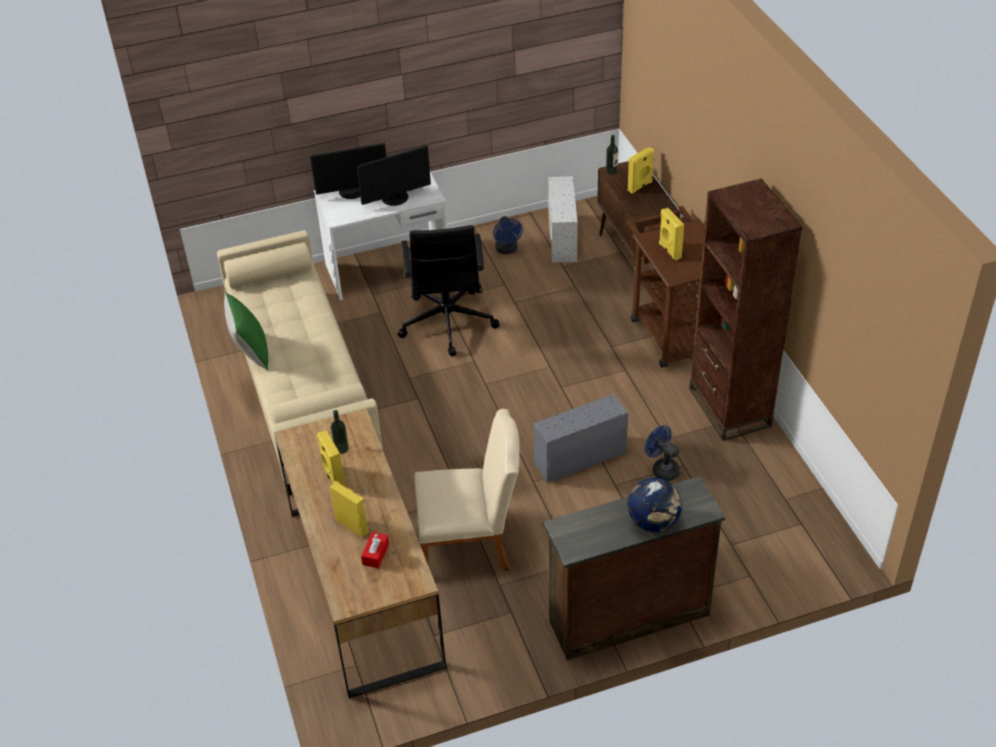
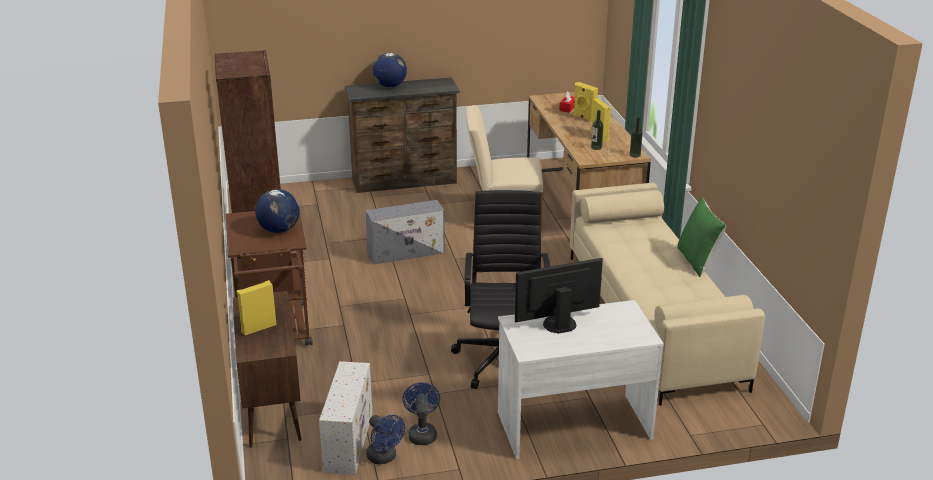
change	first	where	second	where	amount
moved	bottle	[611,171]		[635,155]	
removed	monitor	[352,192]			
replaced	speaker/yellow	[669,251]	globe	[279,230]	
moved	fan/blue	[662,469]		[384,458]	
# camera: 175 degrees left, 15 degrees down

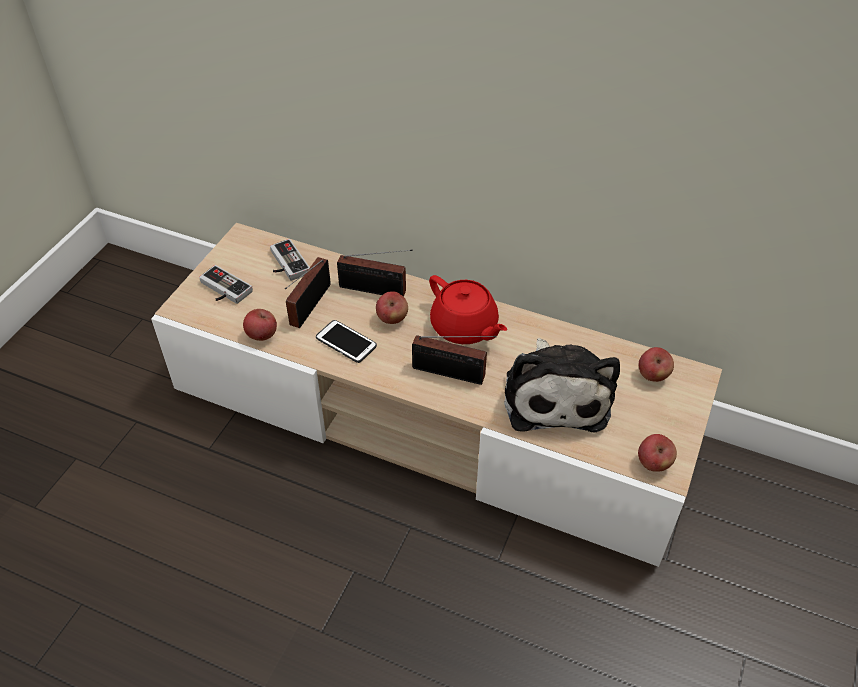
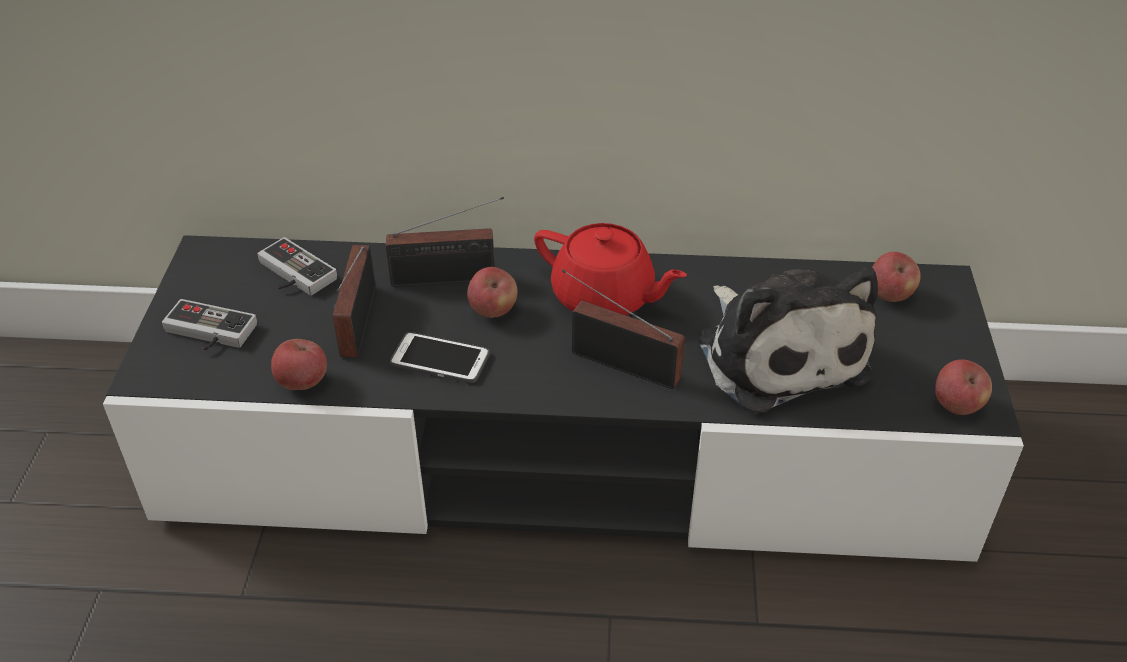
change	first	where	second	where	amount
recoloured	tv stand/beige	[429,417]	tv stand/black	[563,454]	
turned	radio	[452,374]		[620,362]	150 degrees counterclockwise
# camera: 20 degrees left, 5 degrees down

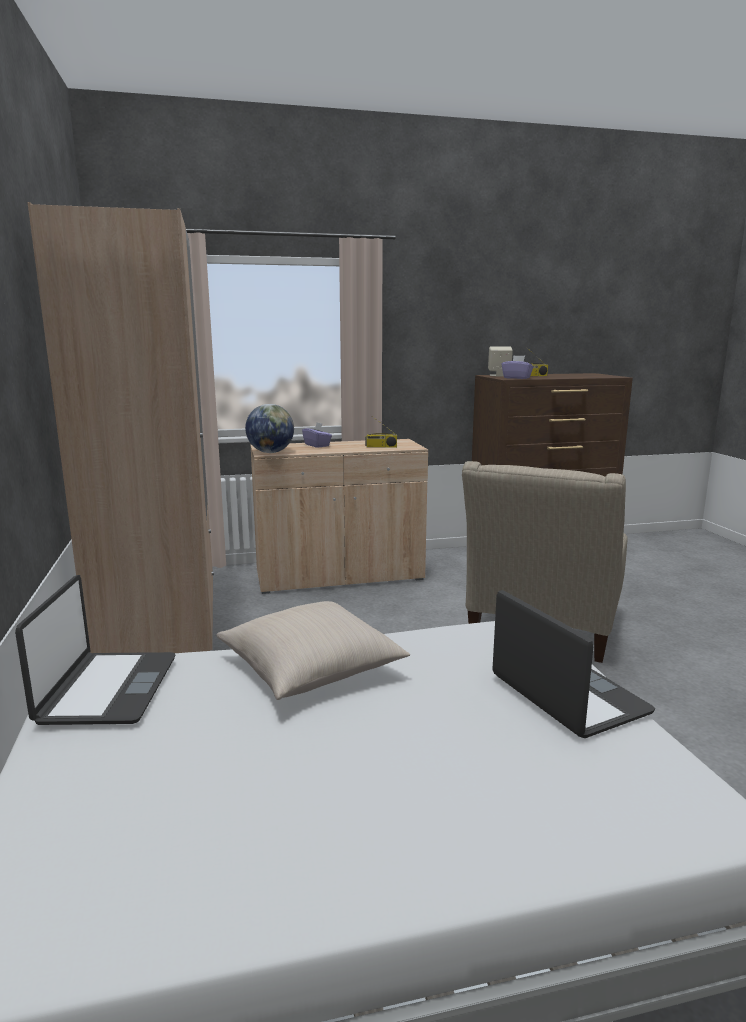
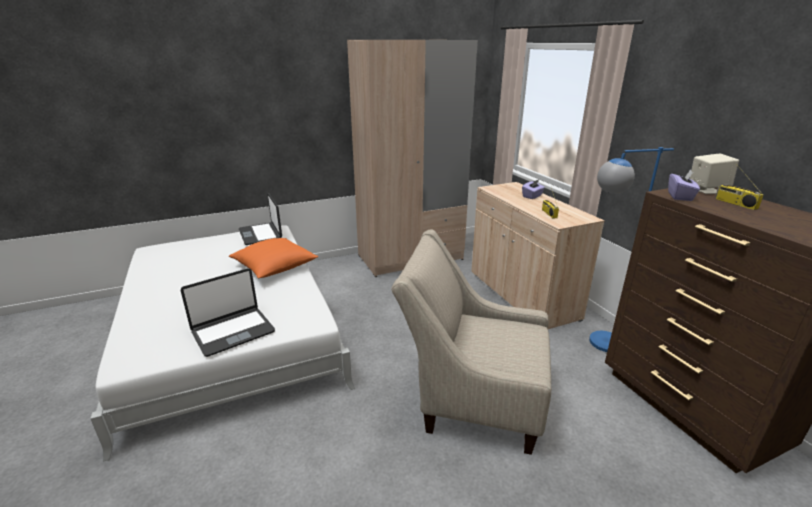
change	first	where	second	where	amount
removed	globe	[271,452]			
turned	laptop	[107,689]		[261,234]	75 degrees clockwise
recoloured	pillow/beige	[310,669]	pillow/orange	[274,267]	
added			floor lamp/blue	[595,344]	
# camera: 80 degrees right, 10 degrees up

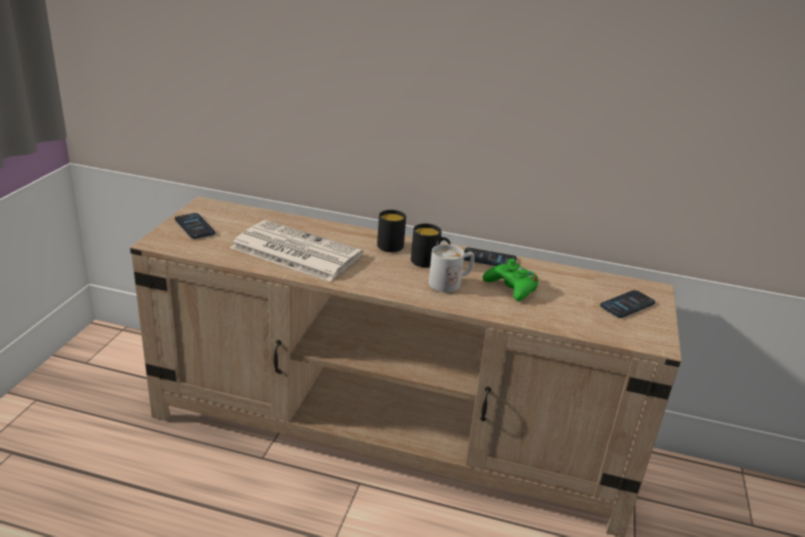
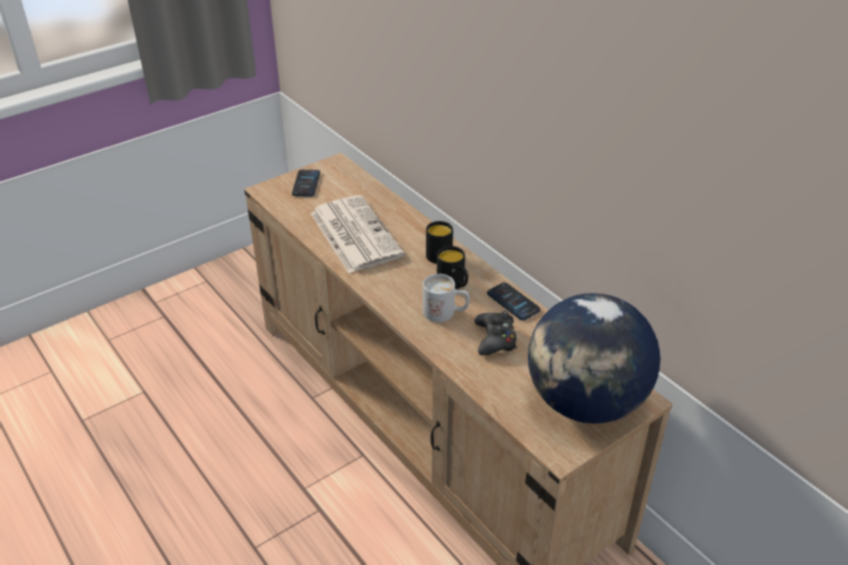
change	first	where	second	where	amount
recoloured	game controller/green	[511,287]	game controller/black	[495,339]	
replaced	phone	[627,305]	globe	[586,403]	
# camera: 40 degrees right, 10 degrees up

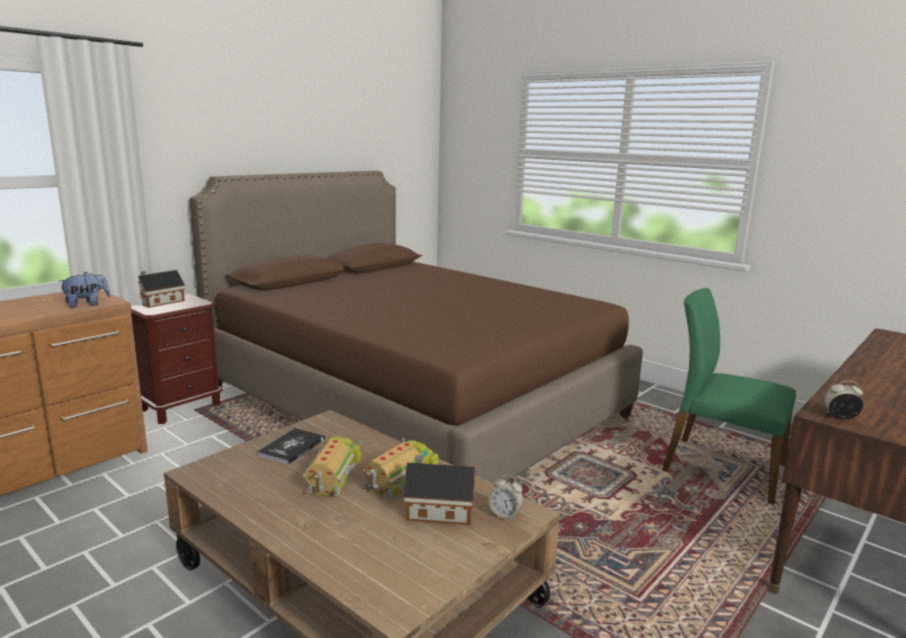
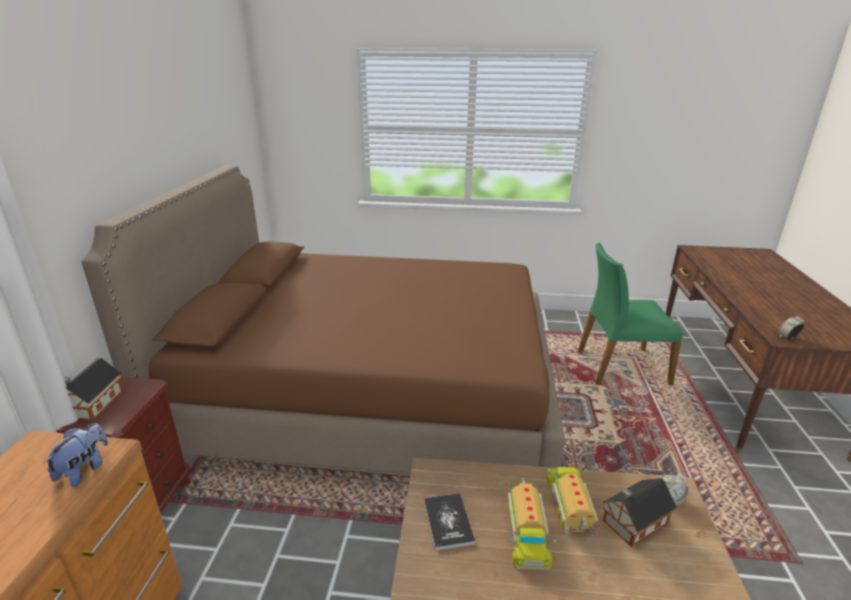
change	first	where	second	where	amount
turned	toy truck	[334,476]		[525,533]	150 degrees counterclockwise
# camera: 35 degrees left, 10 degrees up

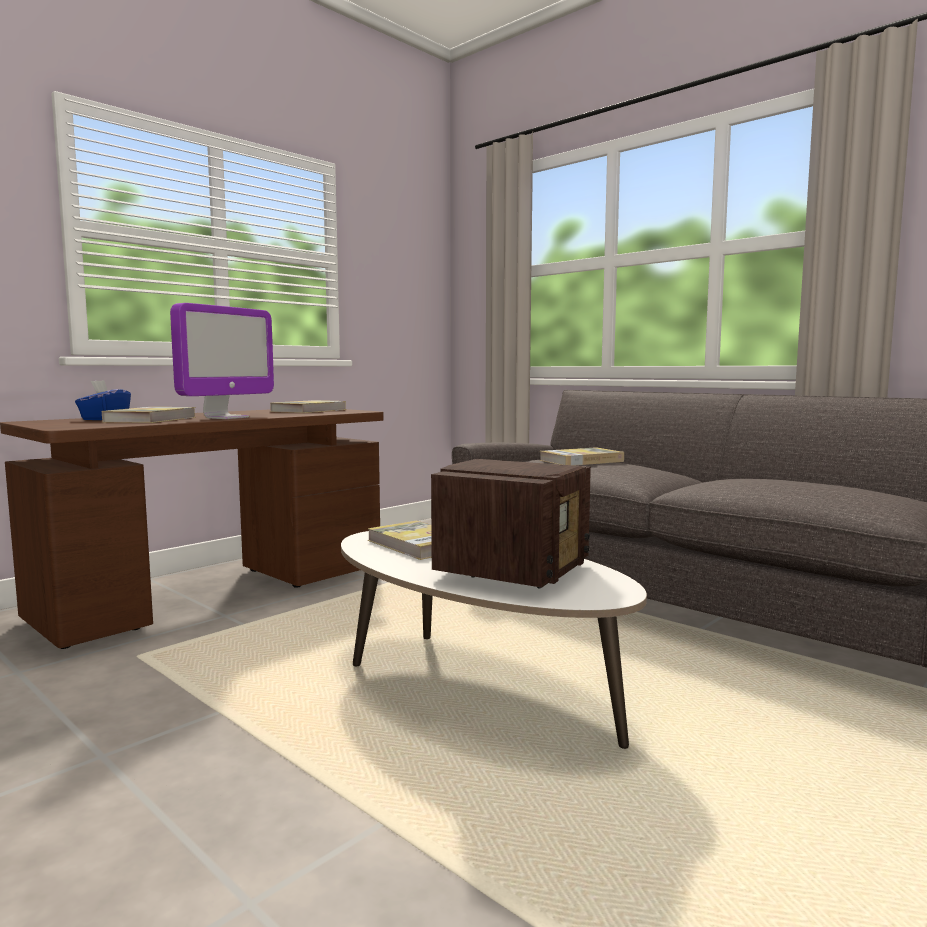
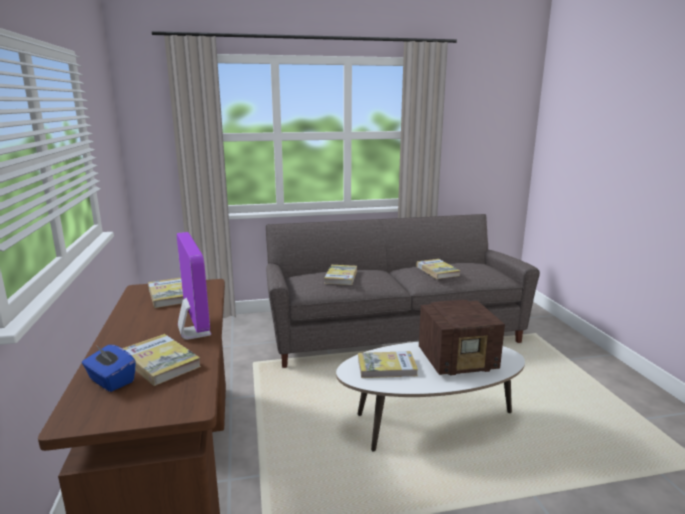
change	first	where	second	where	amount
turned	radio	[515,571]		[458,361]	105 degrees clockwise
added			book	[437,271]	
# camera: 55 degrees left, 10 degrees up

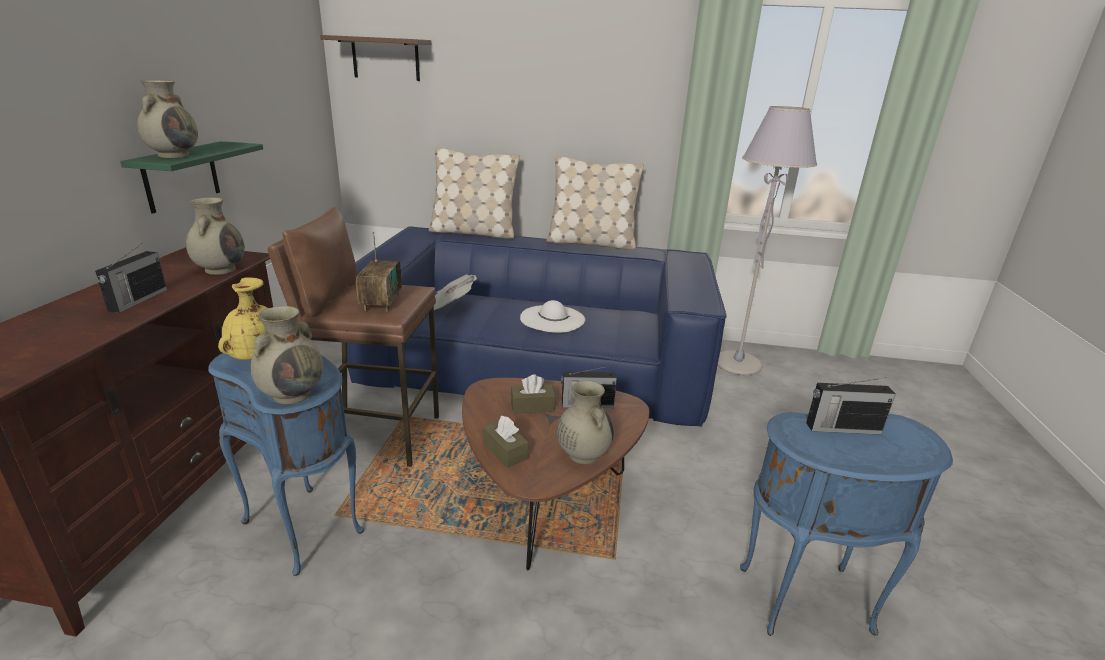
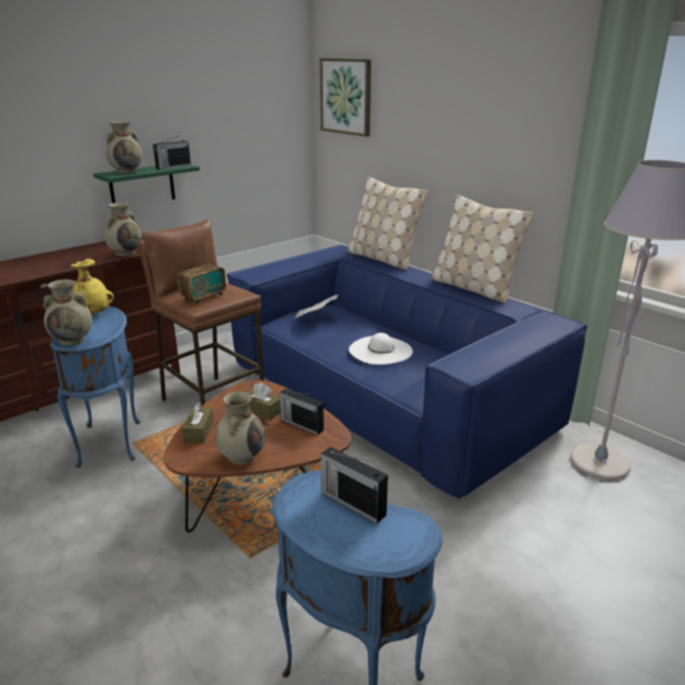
change	first	where	second	where	amount
replaced	shelf/brown	[385,58]	picture	[346,96]	
moved	radio	[137,300]		[172,167]	
# camera: 40 degrees right, 0 degrees up

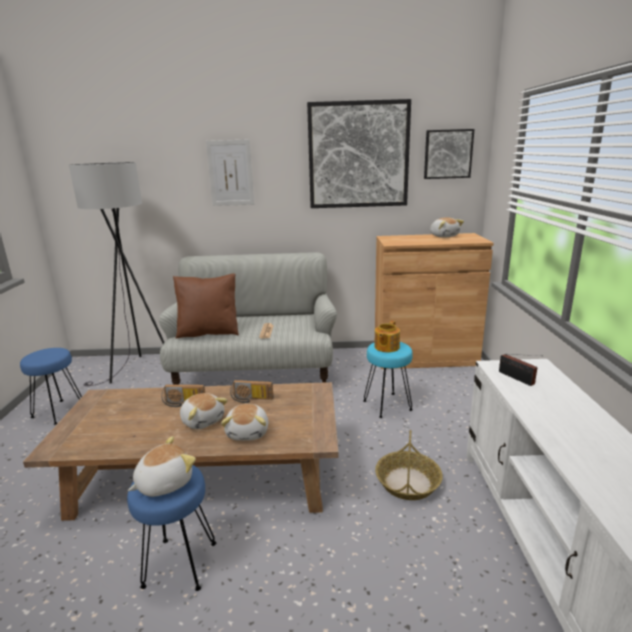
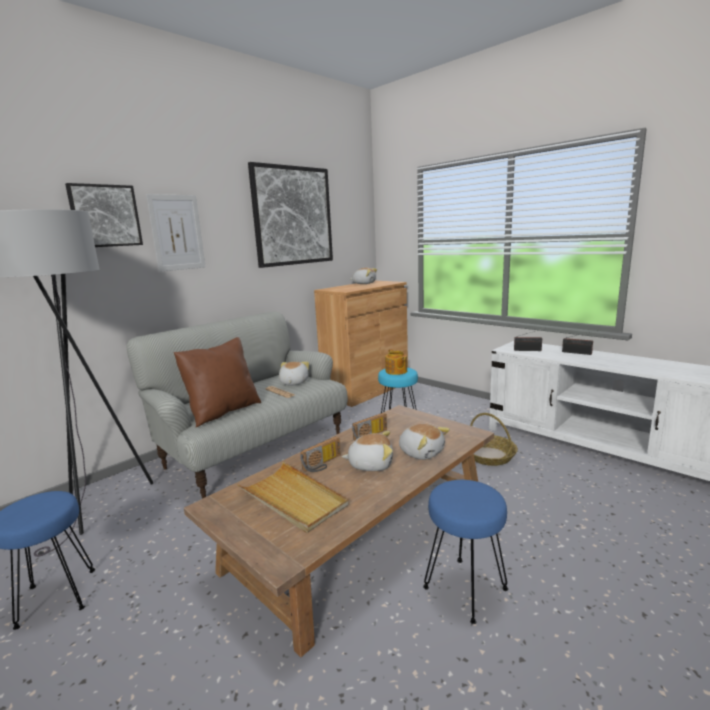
change	first	where	second	where	amount
moved	picture	[447,154]		[105,216]	
moved	plush toy	[164,483]		[293,383]	
added			radio	[578,353]	
added			tray/beige	[293,499]	
# camera: 45 degrees left, 5 degrees down

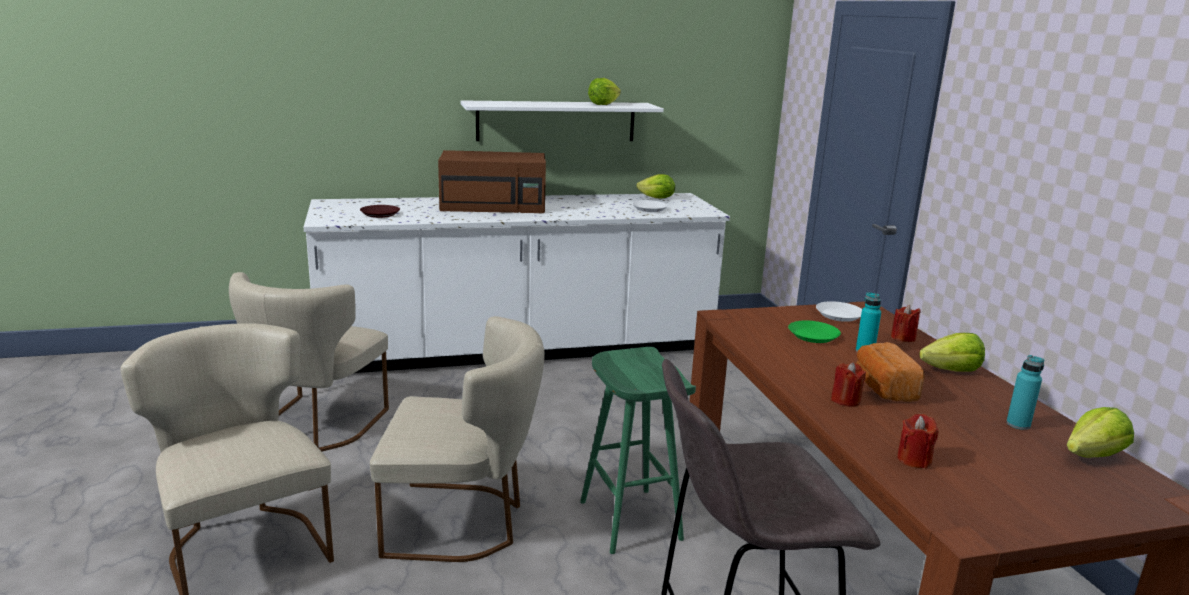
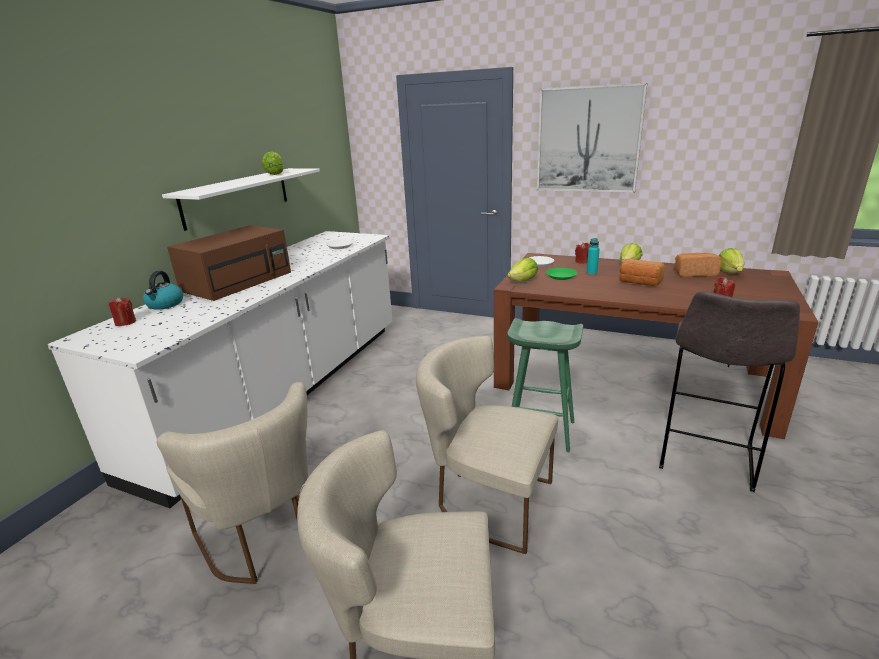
change	first	where	second	where	amount
moved	lettuce	[657,198]		[523,281]	
removed	plate/brown	[380,214]			
turned	chair/beige	[463,522]		[487,501]	105 degrees counterclockwise
replaced	bottle/turquoise	[1018,424]	bread	[694,273]	
moved	candle/red	[845,400]		[125,322]	
added			picture	[588,140]	
added			kettle	[165,304]	
# camera: 50 degrees left, 5 degrees up

